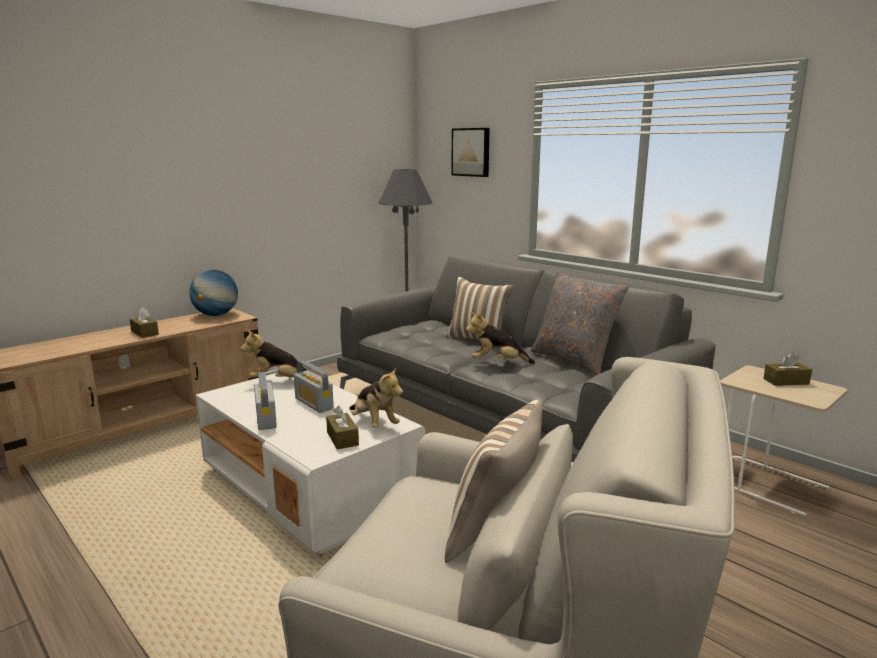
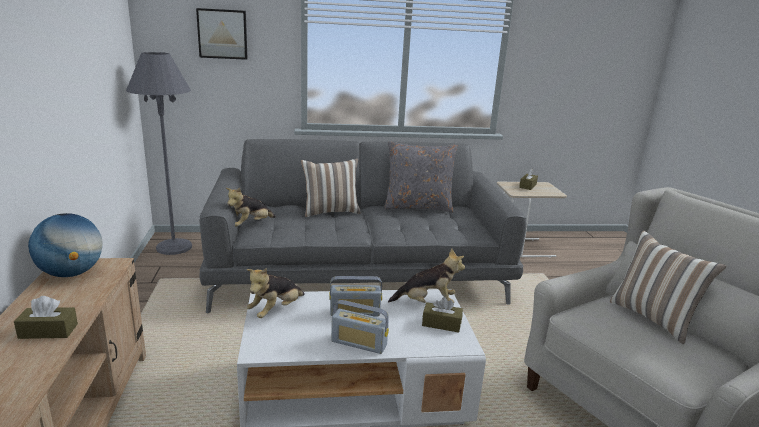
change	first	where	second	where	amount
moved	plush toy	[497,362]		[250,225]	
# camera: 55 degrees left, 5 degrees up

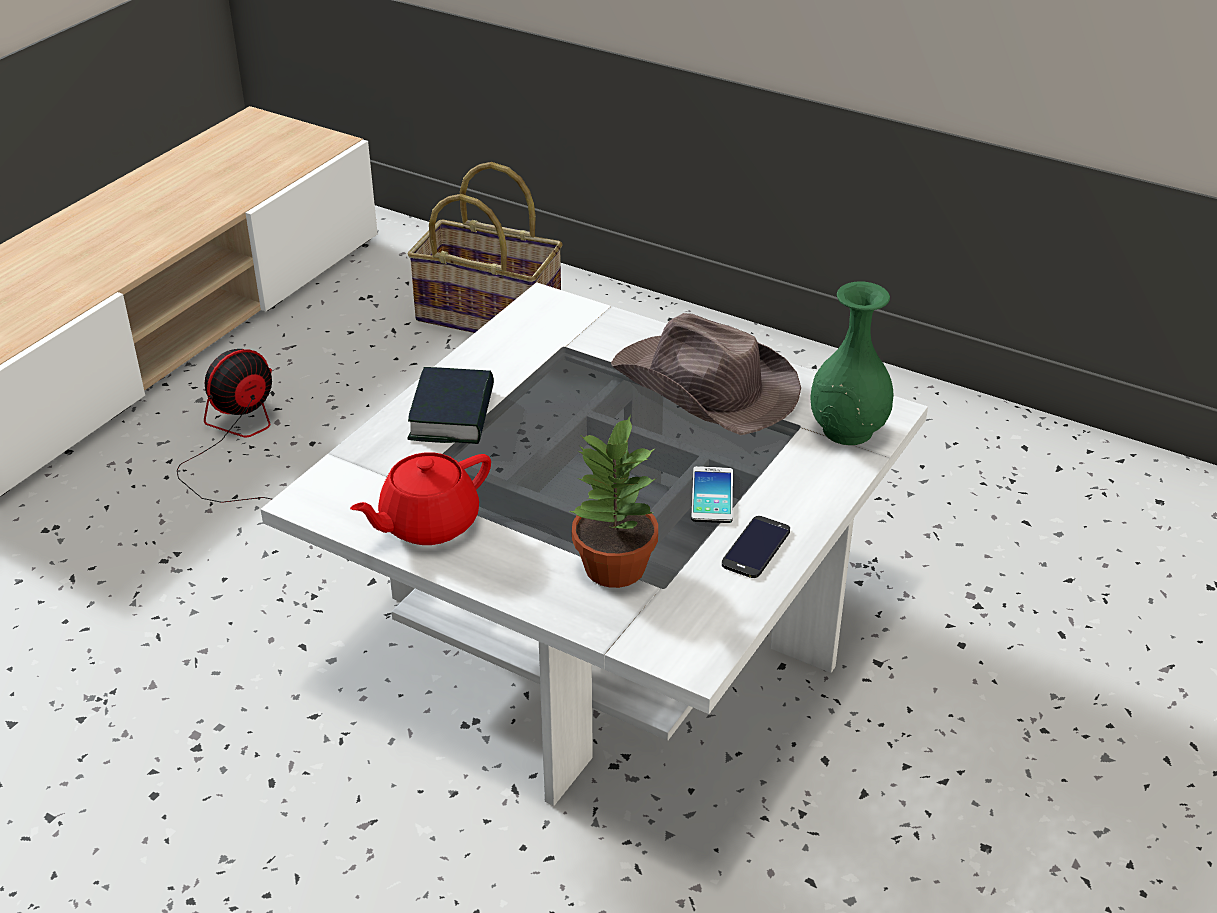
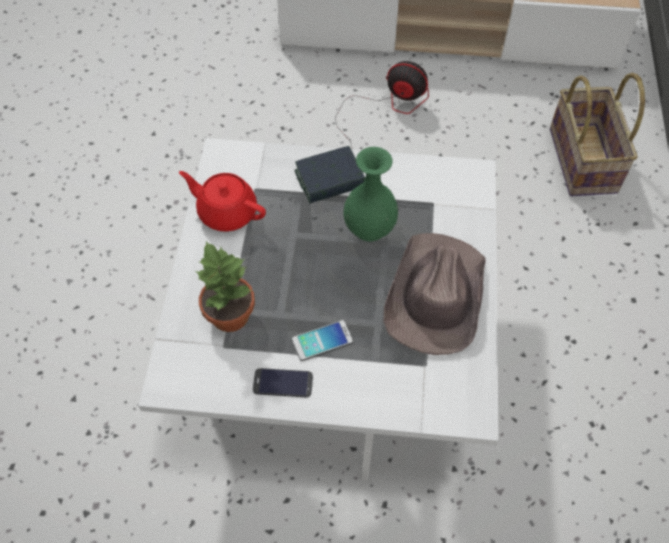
change	first	where	second	where	amount
moved	vase/green	[847,430]		[370,228]	
# camera: 65 degrees right, 20 degrees up

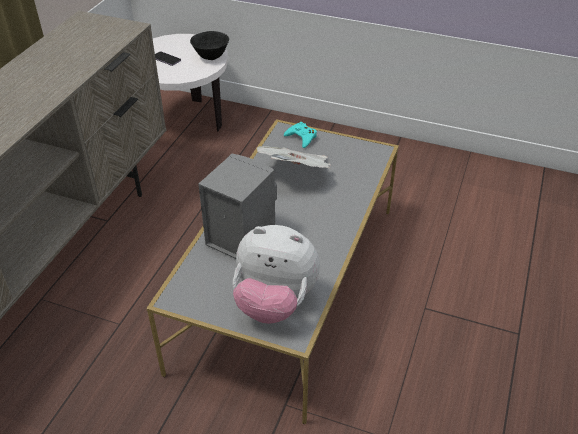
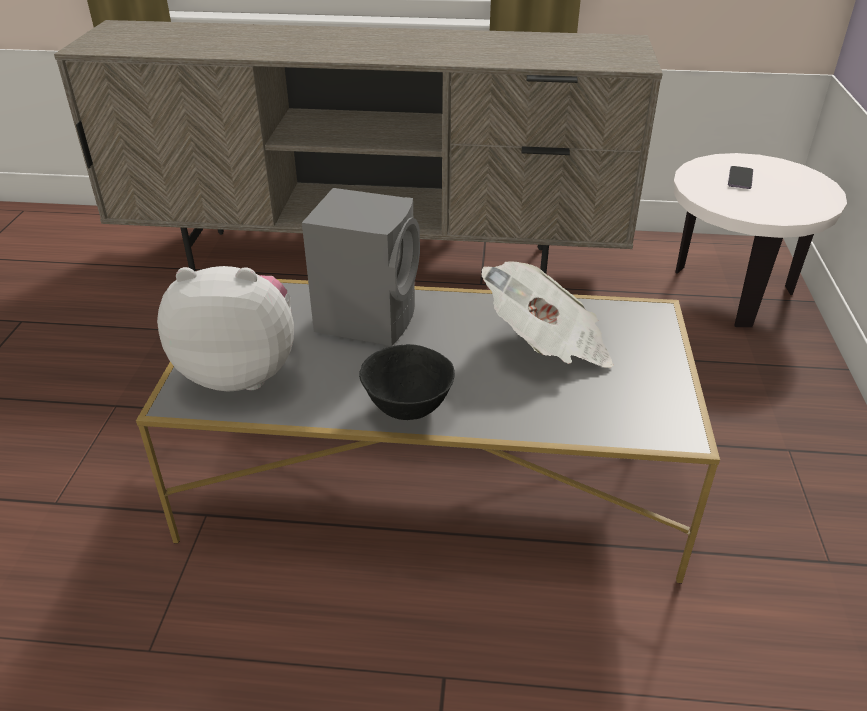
change	first	where	second	where	amount
moved	bowl/black	[210,57]		[408,408]	
removed	game controller/turquoise	[301,137]			
turned	plush toy	[274,302]		[241,371]	90 degrees clockwise
# camera: 75 degrees right, 5 degrees down

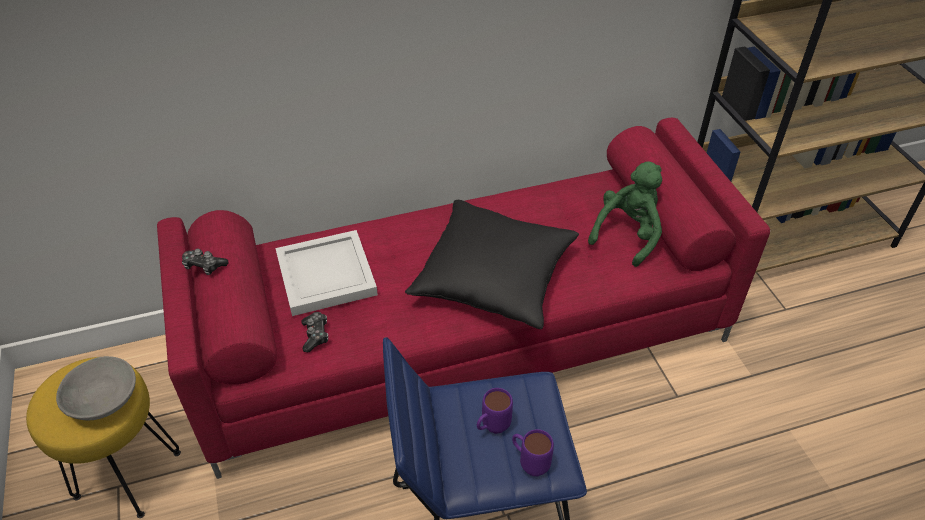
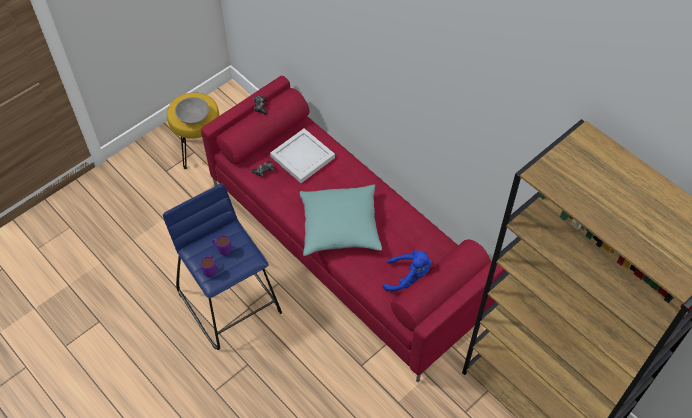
change	first	where	second	where	amount
recoloured	plush toy/green	[628,234]	plush toy/blue	[409,279]	
recoloured	pillow/black	[494,278]	pillow/turquoise	[340,227]	
# camera: 65 degrees right, 10 degrees up

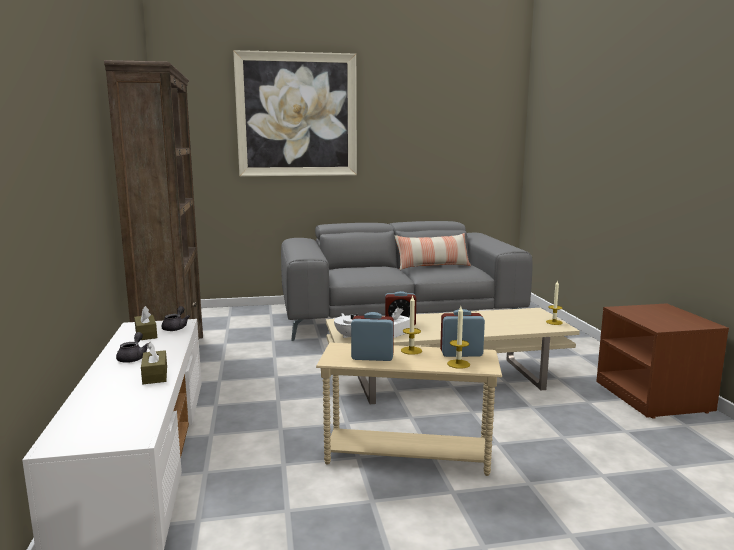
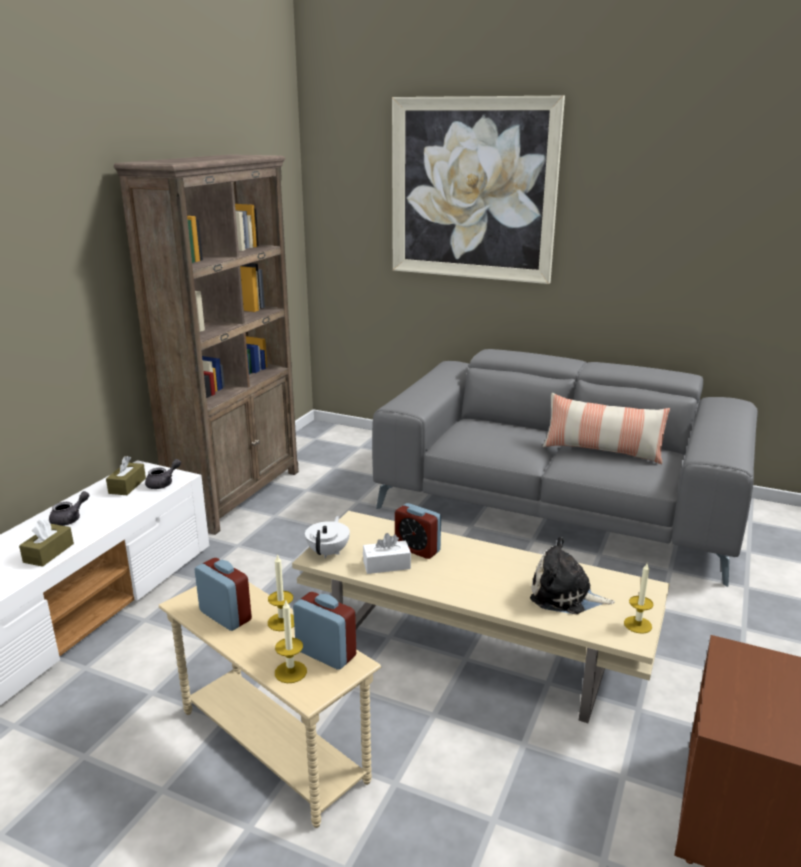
change	first	where	second	where	amount
added			plush toy	[565,596]	
# camera: 35 degrees right, 10 degrees up

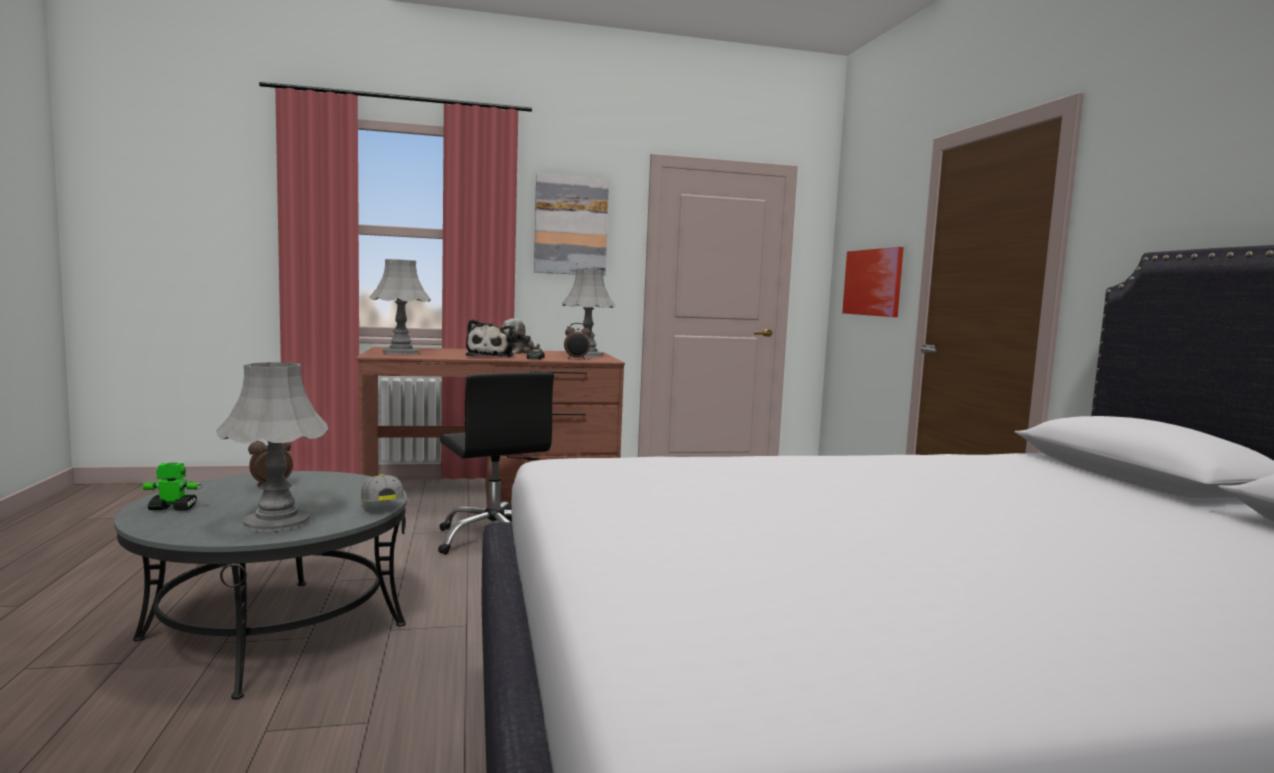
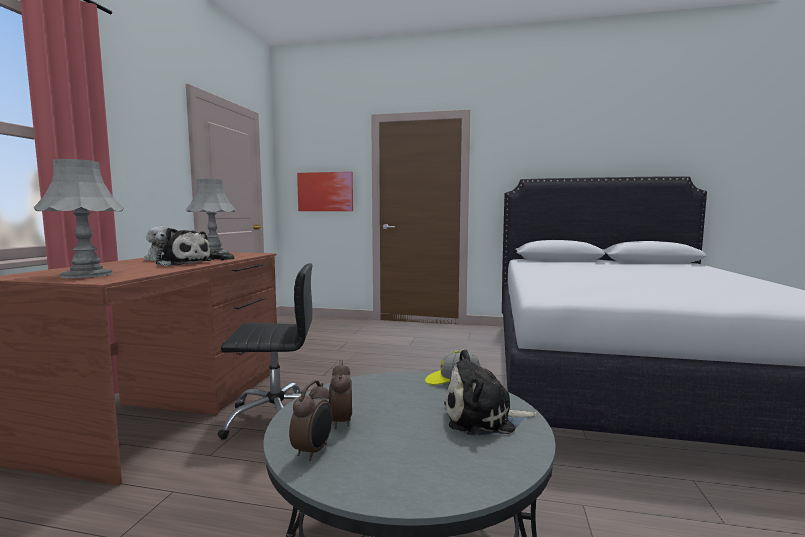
change	first	where	second	where	amount
removed	picture	[570,226]			
moved	alarm clock	[576,359]		[313,451]	
replaced	table lamp/grey	[276,522]	plush toy	[483,418]	
removed	toy robot	[172,508]			
# camera: 65 degrees left, 0 degrees up

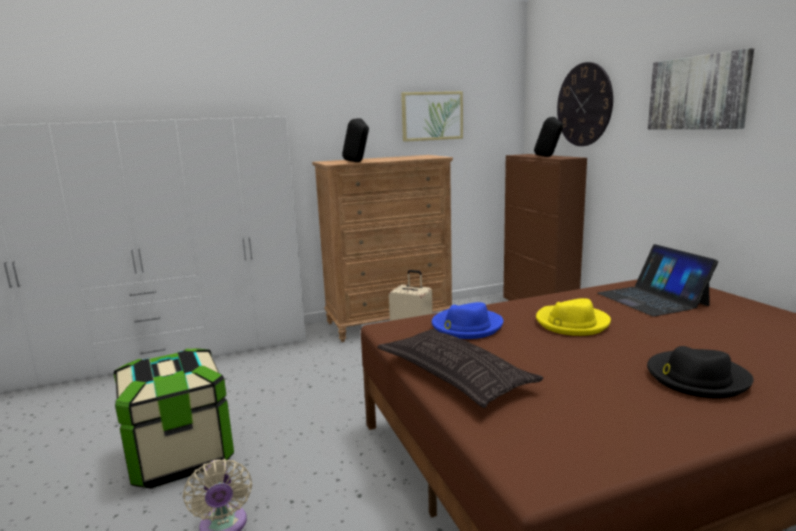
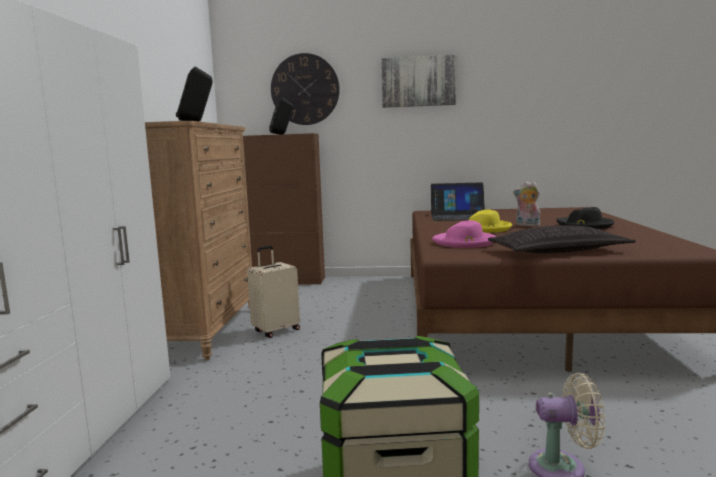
change	first	where	second	where	amount
removed	picture	[432,116]			
recoloured	hat/blue	[466,326]	hat/pink	[464,242]	
added			plush toy	[527,225]	
# camera: 65 degrees left, 5 degrees down

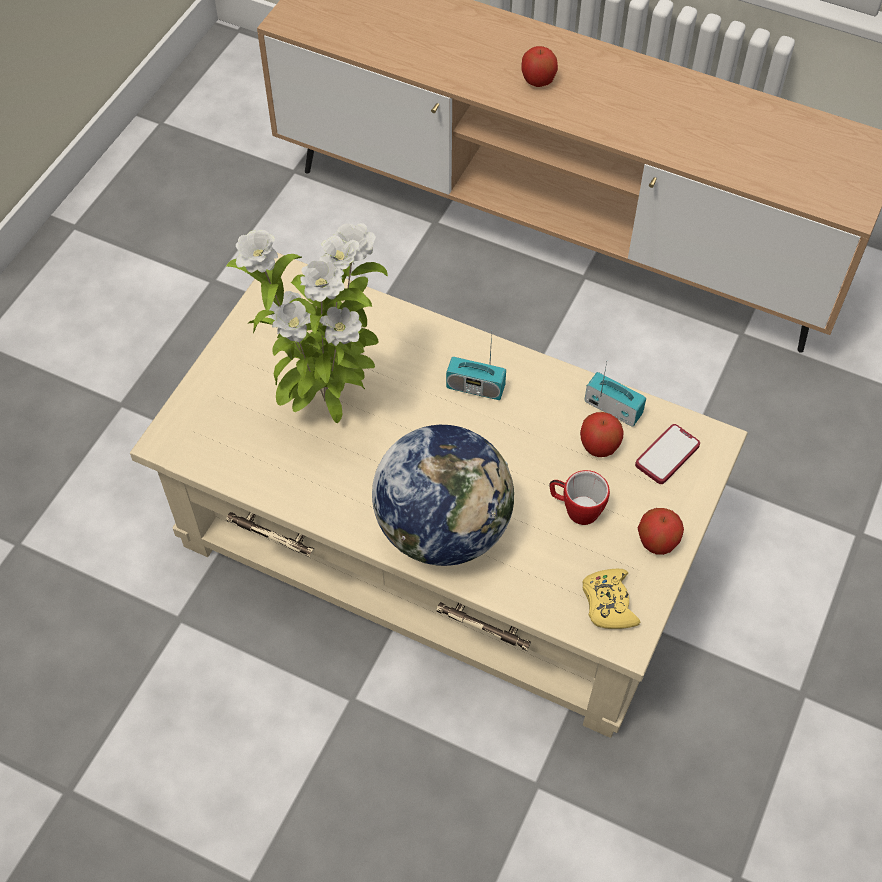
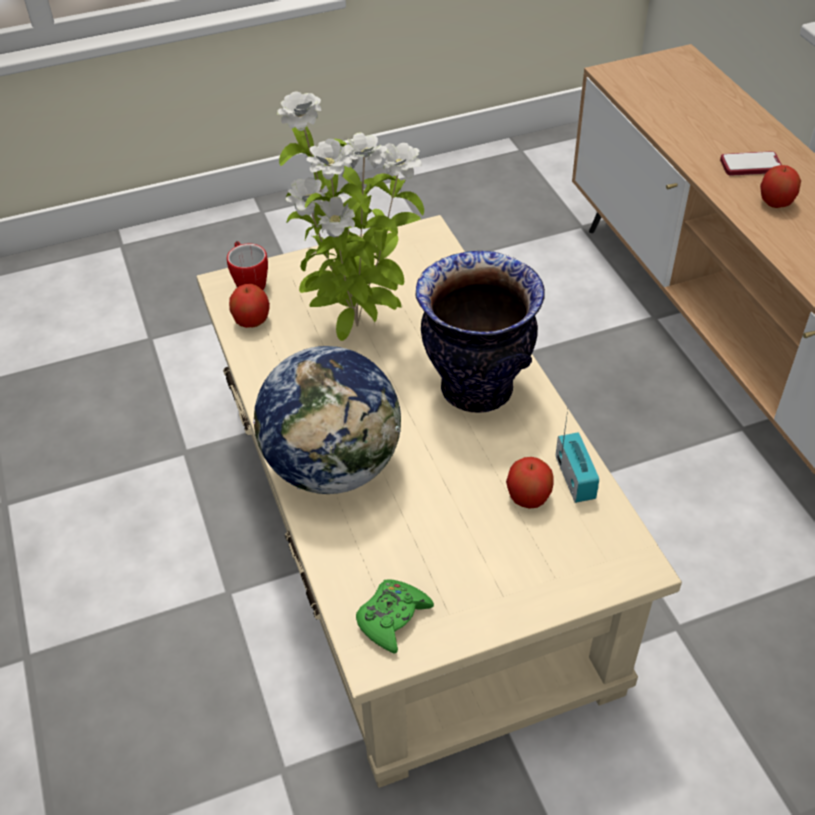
change	first	where	second	where	amount
replaced	radio	[475,387]	vase	[478,389]	
moved	phone	[667,455]		[750,165]	
moved	mug	[575,509]		[249,282]	
moved	apple	[657,541]		[252,321]	
recoloured	game controller/yellow	[608,603]	game controller/green	[392,618]	
# camera: 45 degrees right, 10 degrees down

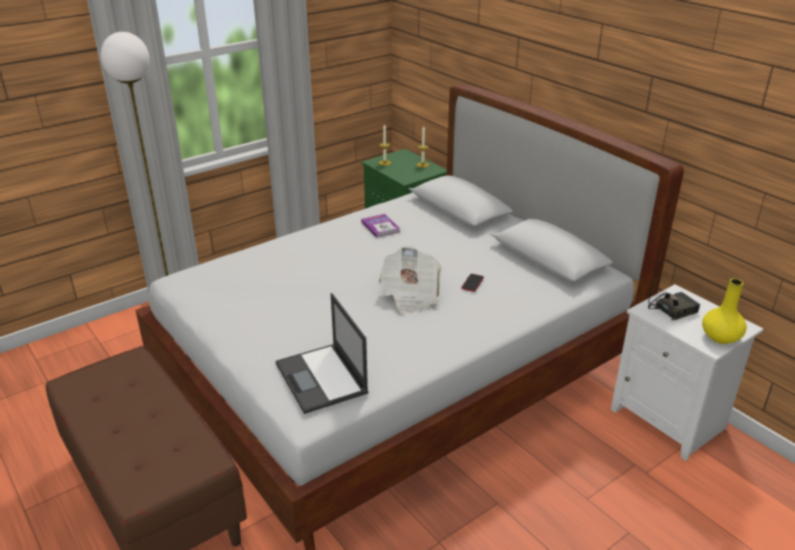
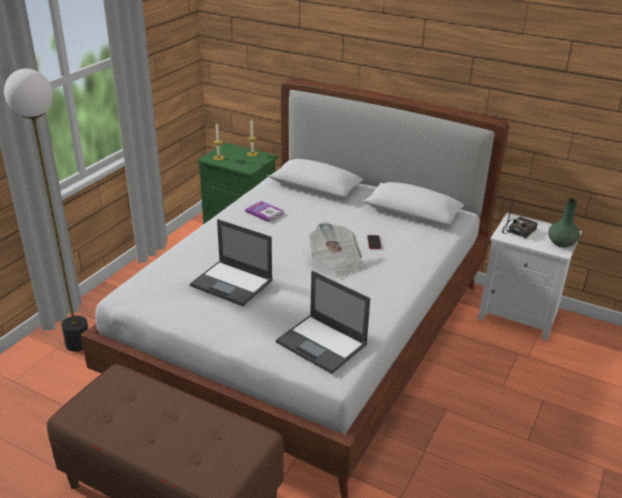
change	first	where	second	where	amount
recoloured	vase/yellow	[721,337]	vase/green	[562,243]	
added			laptop	[232,283]	
# camera: 25 degrees left, 0 degrees up

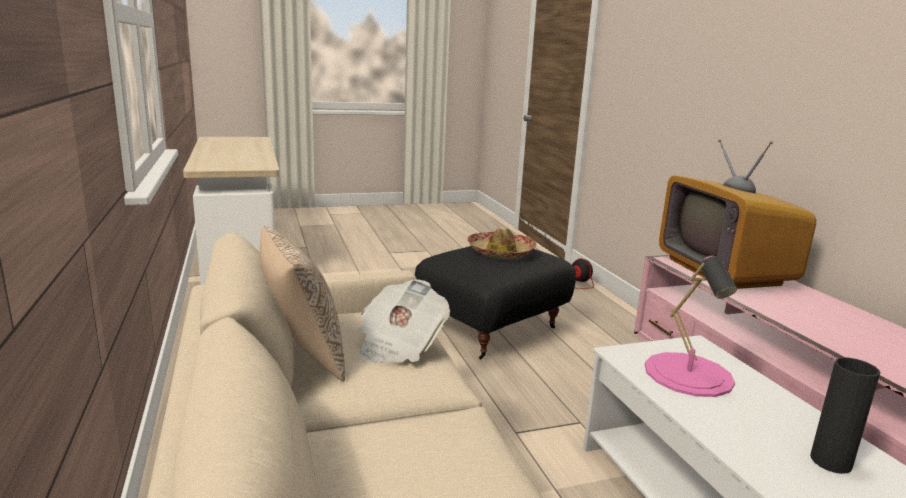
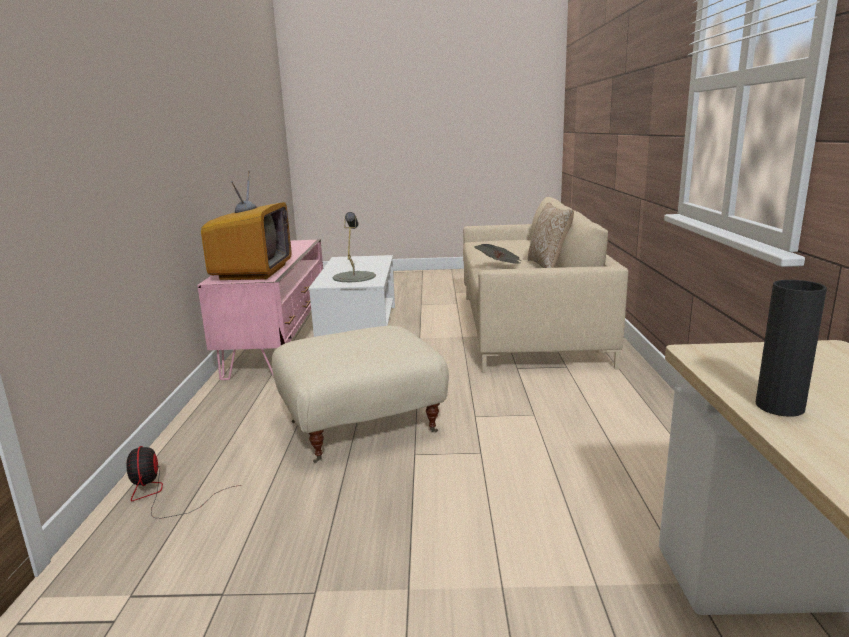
change	first	where	second	where	amount
removed	hat	[500,252]			
recoloured	ottoman/black	[492,330]	ottoman/beige	[362,426]	
recoloured	table lamp/pink	[688,374]	table lamp/grey	[354,277]	
moved	vase/black	[830,462]		[779,407]	
# camera: 160 degrees left, 0 degrees up

